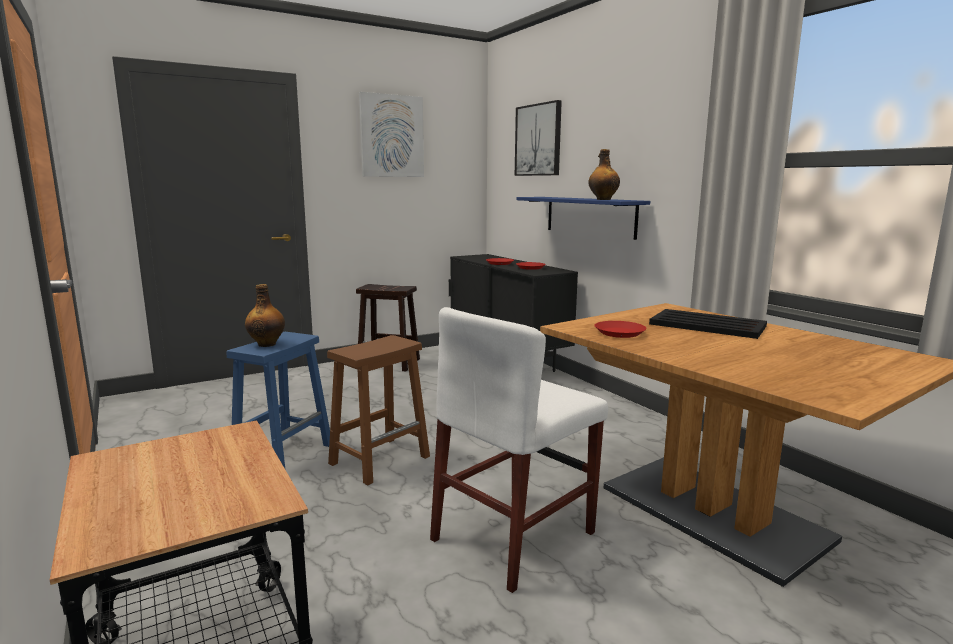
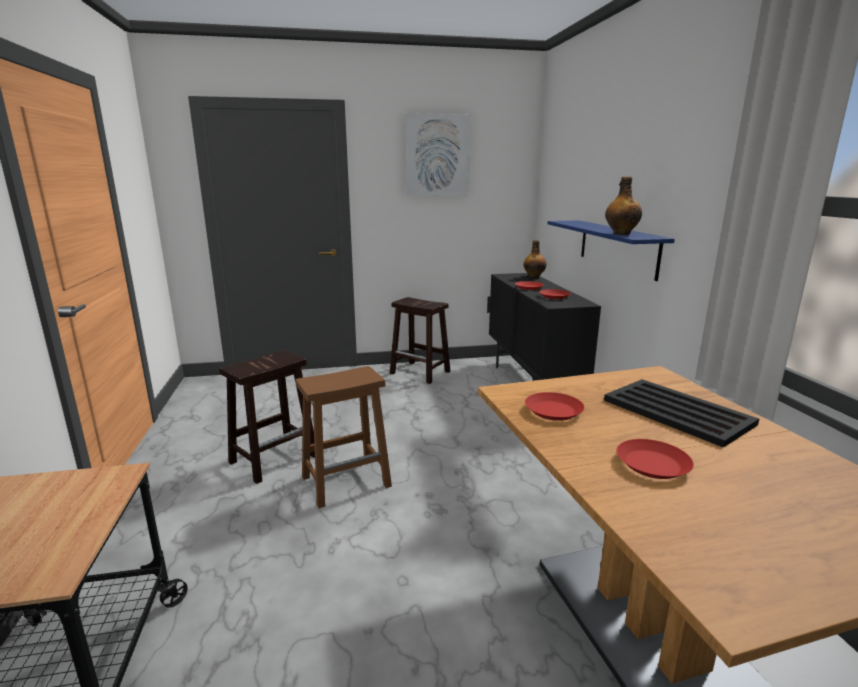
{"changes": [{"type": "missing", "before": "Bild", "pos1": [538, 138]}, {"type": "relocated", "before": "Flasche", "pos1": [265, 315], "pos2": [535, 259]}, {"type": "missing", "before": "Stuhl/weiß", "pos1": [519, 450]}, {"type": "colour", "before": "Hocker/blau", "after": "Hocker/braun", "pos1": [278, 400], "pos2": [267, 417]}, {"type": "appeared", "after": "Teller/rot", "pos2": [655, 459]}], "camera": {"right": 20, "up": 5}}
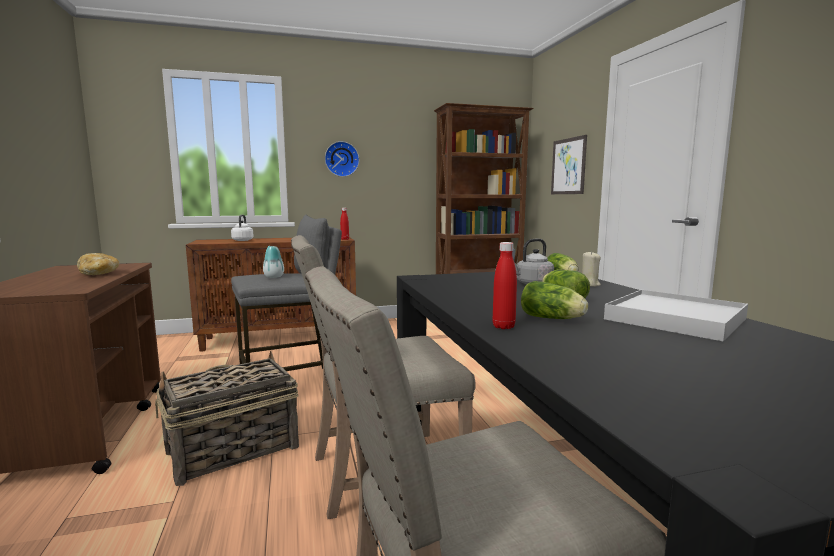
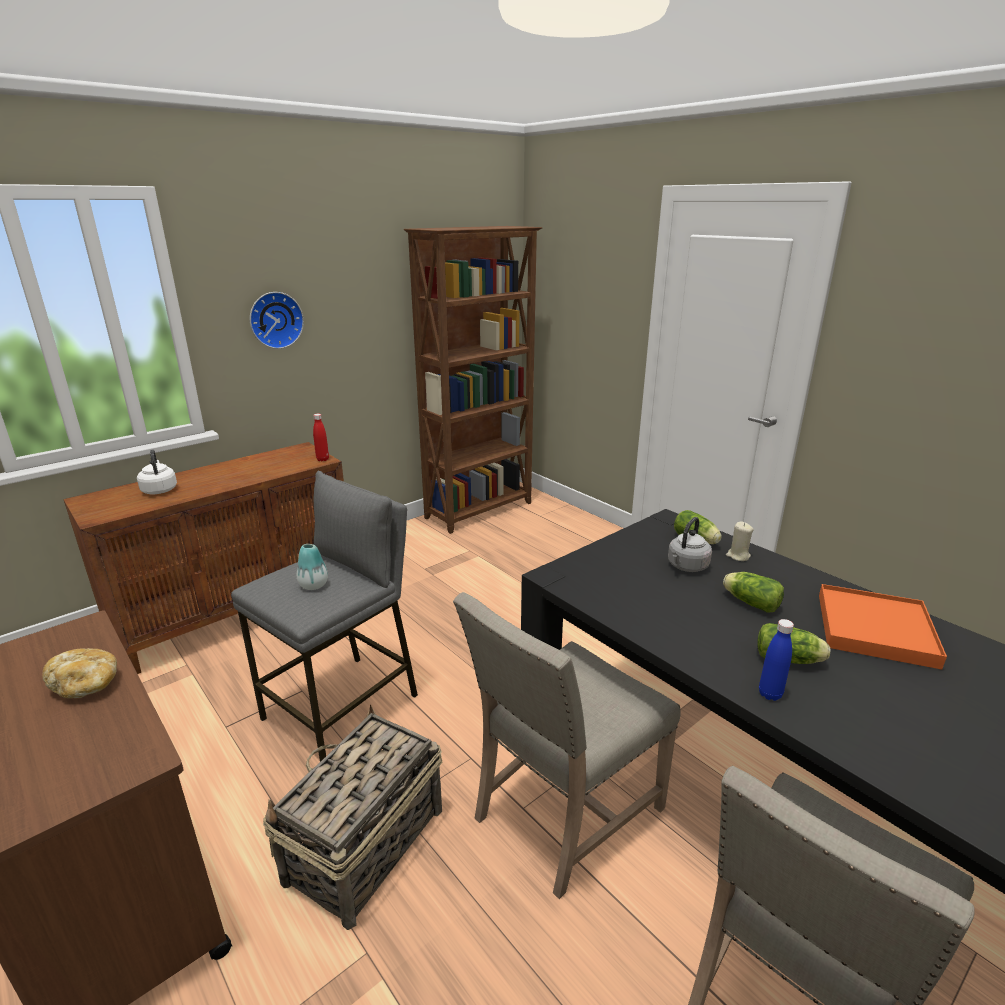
{"changes": [{"type": "missing", "before": "Bild", "pos1": [569, 164]}, {"type": "colour", "before": "Flasche/rot", "after": "Flasche/blau", "pos1": [504, 285], "pos2": [776, 660]}, {"type": "colour", "before": "Tablett/weiß", "after": "Tablett/orange", "pos1": [676, 315], "pos2": [883, 627]}], "camera": {"right": -25, "up": 15}}
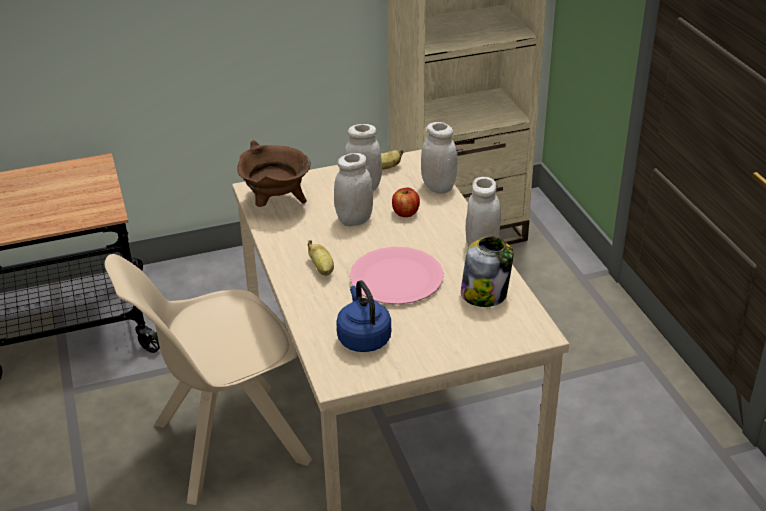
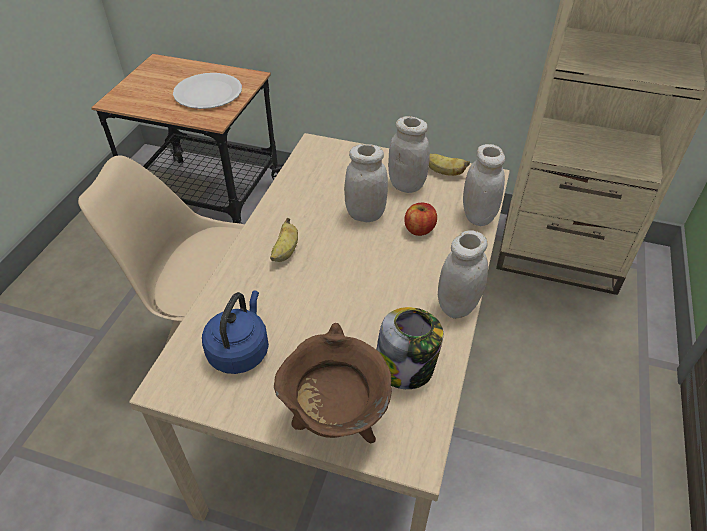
{"changes": [{"type": "relocated", "before": "Kochtopf/braun", "pos1": [274, 173], "pos2": [333, 383]}, {"type": "missing", "before": "Teller/rosa", "pos1": [397, 276]}, {"type": "appeared", "after": "Teller/weiß", "pos2": [207, 91]}], "camera": {"right": 35, "up": 10}}
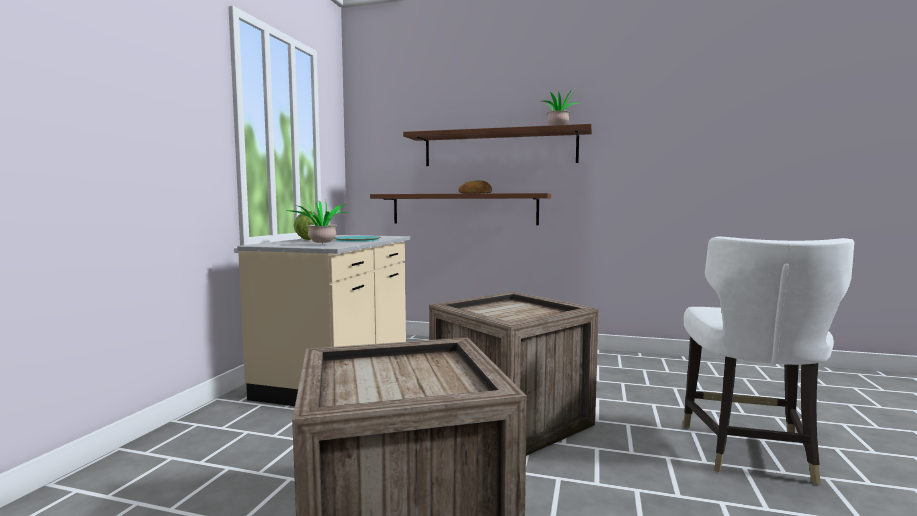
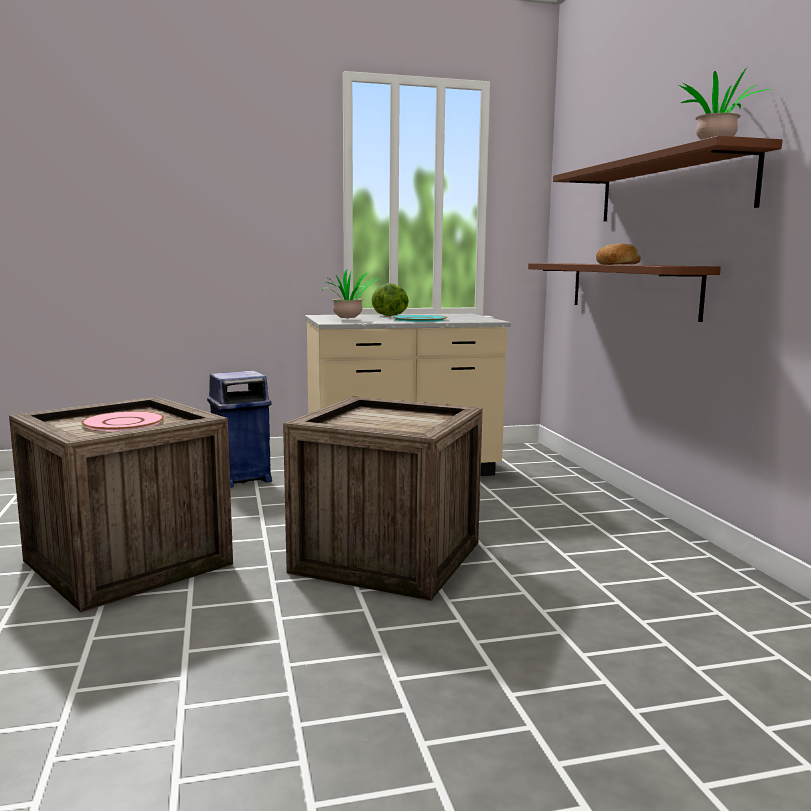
{"changes": [{"type": "missing", "before": "Stuhl/weiß", "pos1": [768, 360]}, {"type": "appeared", "after": "Mülleimer/blau", "pos2": [239, 429]}, {"type": "appeared", "after": "Teller/rosa", "pos2": [122, 421]}], "camera": {"right": 60, "up": 5}}
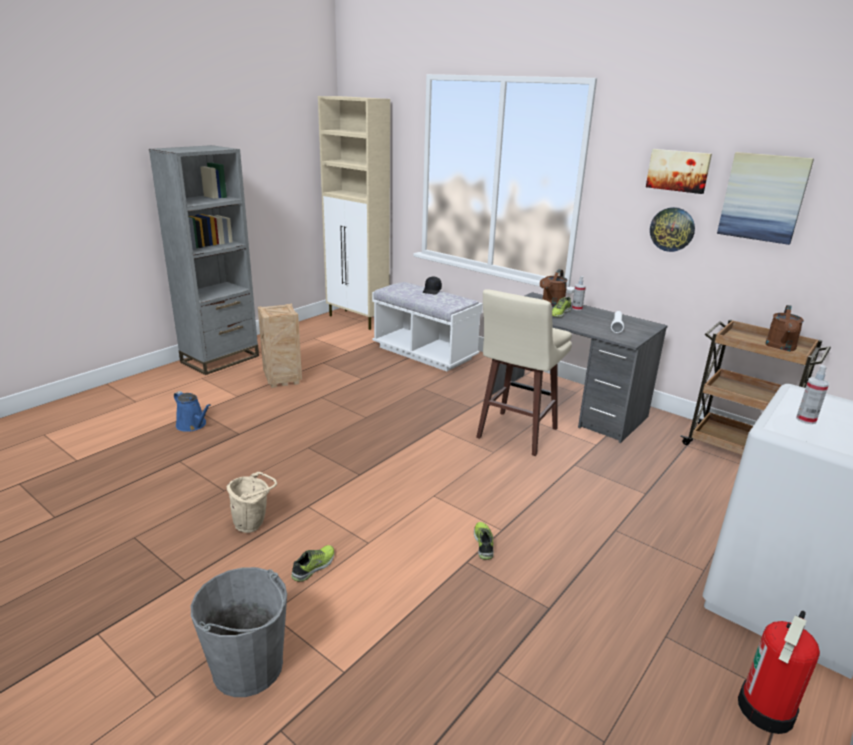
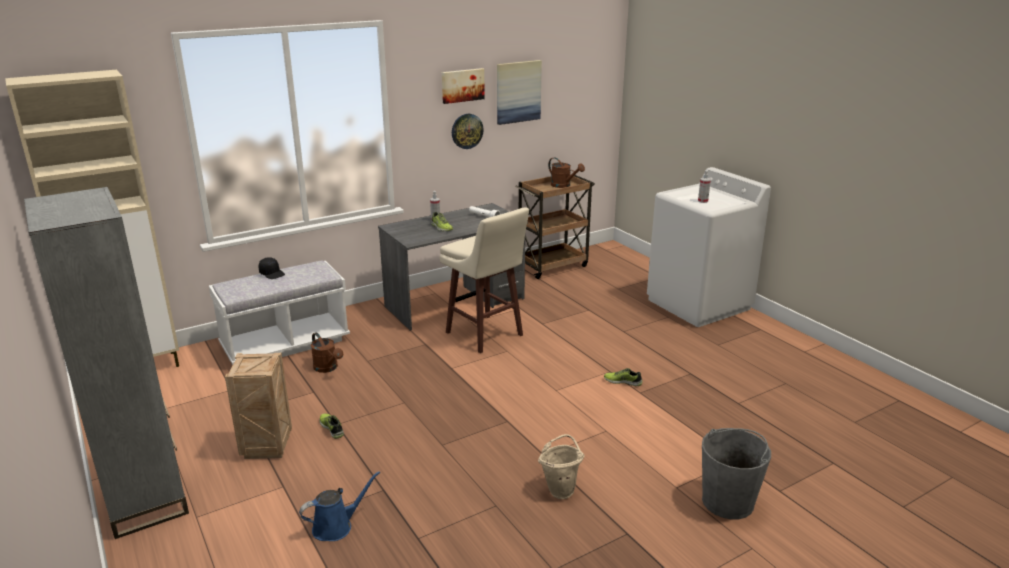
{"changes": [{"type": "relocated", "before": "Gießkanne/braun", "pos1": [554, 288], "pos2": [327, 353]}, {"type": "relocated", "before": "Schuh", "pos1": [313, 563], "pos2": [331, 426]}, {"type": "missing", "before": "Feuerlöscher", "pos1": [779, 672]}], "camera": {"right": -70, "up": 0}}
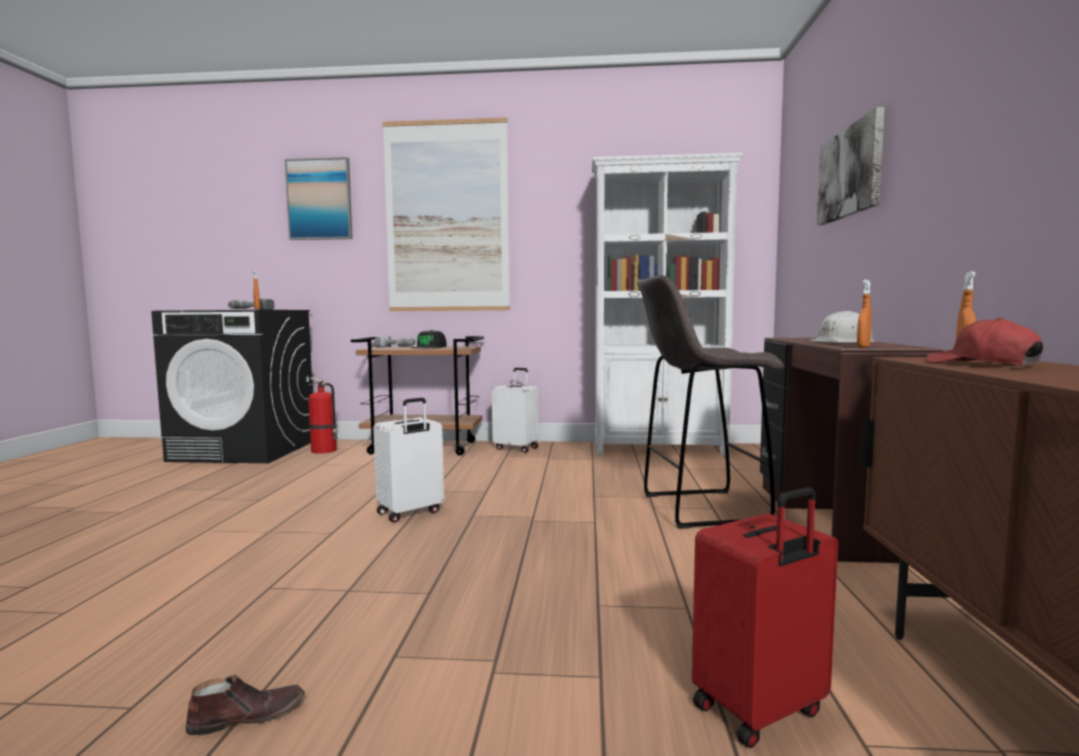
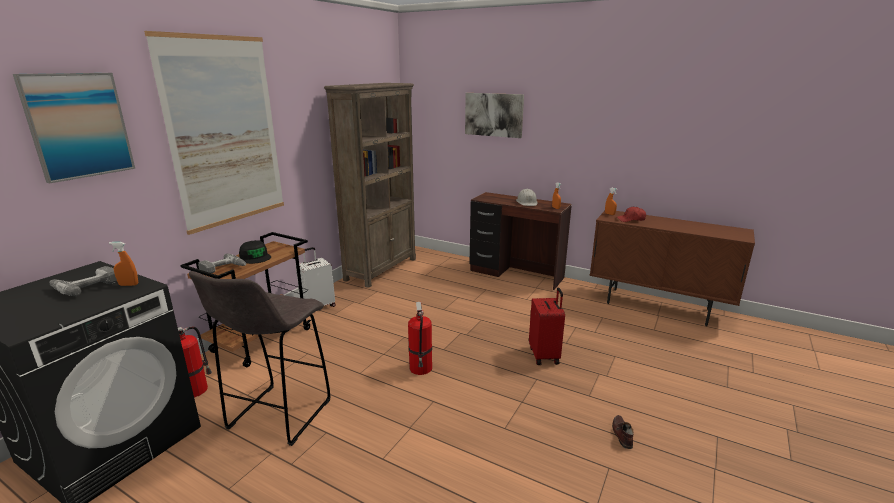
{"changes": [{"type": "colour", "before": "Bücherregal/weiß", "after": "Bücherregal/braun", "pos1": [667, 304], "pos2": [370, 185]}, {"type": "relocated", "before": "Hocker/grau", "pos1": [710, 402], "pos2": [260, 358]}, {"type": "exchanged", "before": "Koffer/weiß", "after": "Feuerlöscher", "pos1": [408, 460], "pos2": [420, 338]}, {"type": "relocated", "before": "Koffer/rot", "pos1": [765, 617], "pos2": [547, 326]}], "camera": {"right": -65, "up": 15}}
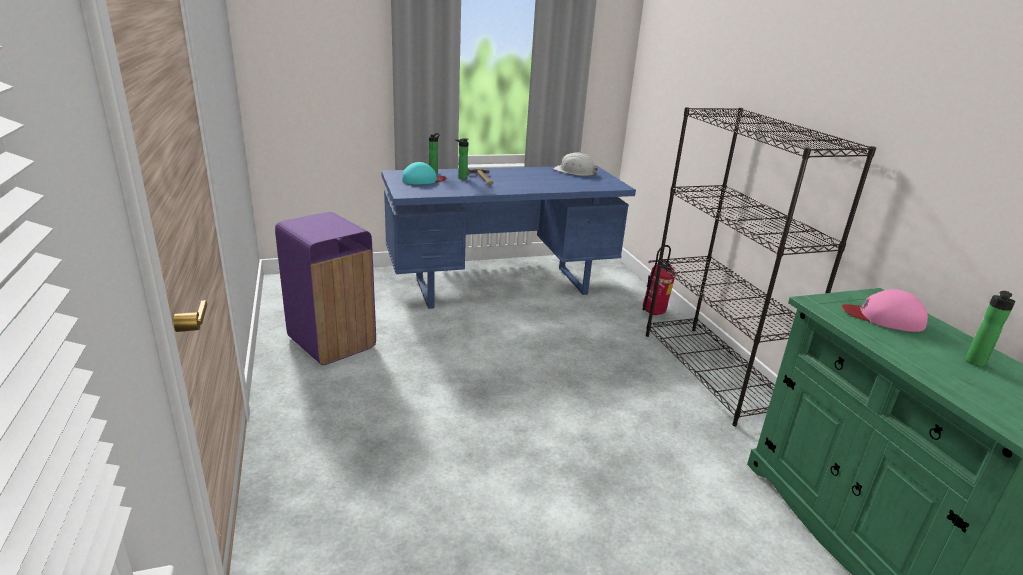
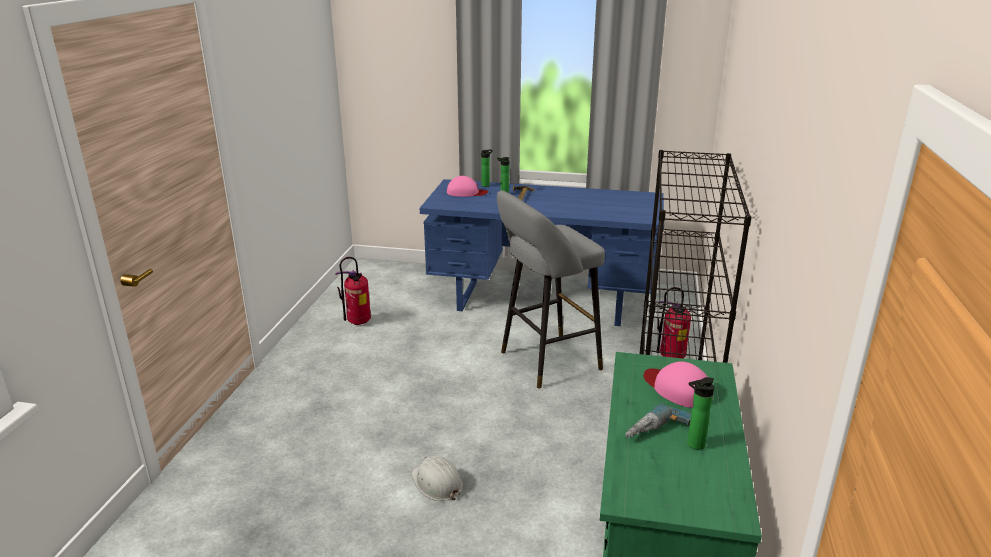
{"changes": [{"type": "relocated", "before": "Schutzhelm/weiß", "pos1": [576, 164], "pos2": [437, 478]}, {"type": "colour", "before": "Kappe/türkis", "after": "Kappe/rosa", "pos1": [424, 173], "pos2": [467, 186]}, {"type": "exchanged", "before": "Mülleimer/lila", "after": "Feuerlöscher", "pos1": [325, 288], "pos2": [353, 291]}, {"type": "appeared", "after": "Hocker/grau", "pos2": [551, 289]}, {"type": "appeared", "after": "Bohrmaschine", "pos2": [658, 420]}], "camera": {"right": 30, "up": 0}}
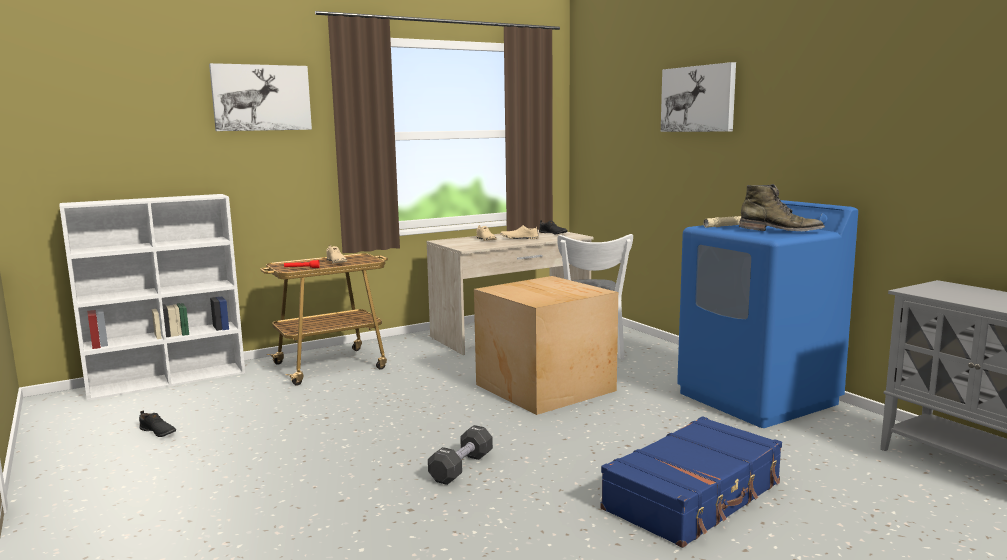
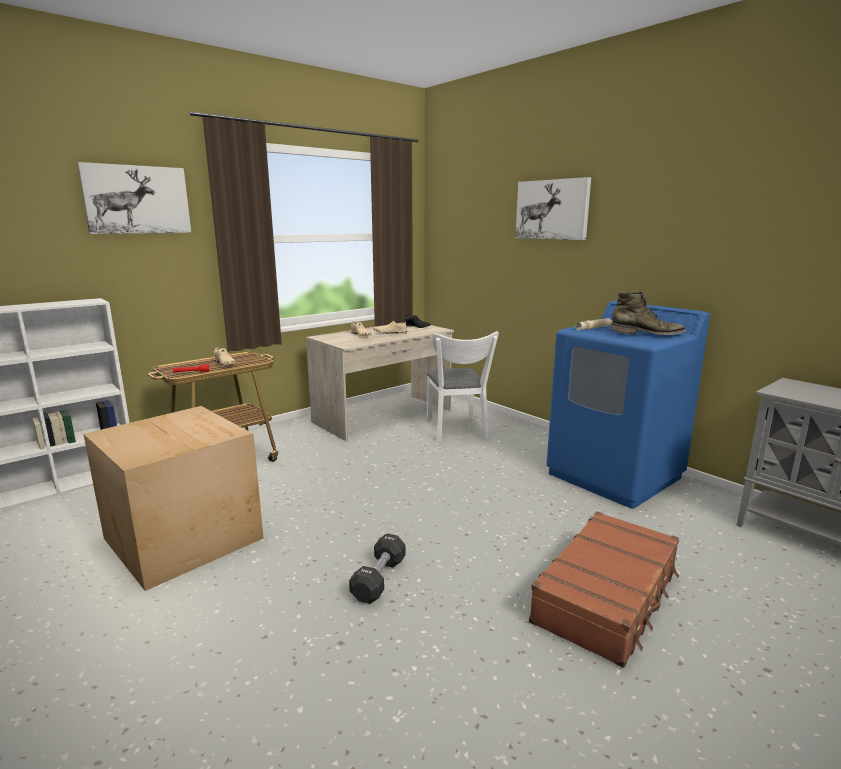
{"changes": [{"type": "relocated", "before": "Karton", "pos1": [546, 345], "pos2": [173, 498]}, {"type": "missing", "before": "Schuh/schwarz", "pos1": [157, 423]}, {"type": "colour", "before": "Koffer/blau", "after": "Koffer/braun", "pos1": [691, 482], "pos2": [604, 589]}], "camera": {"right": -10, "up": 5}}
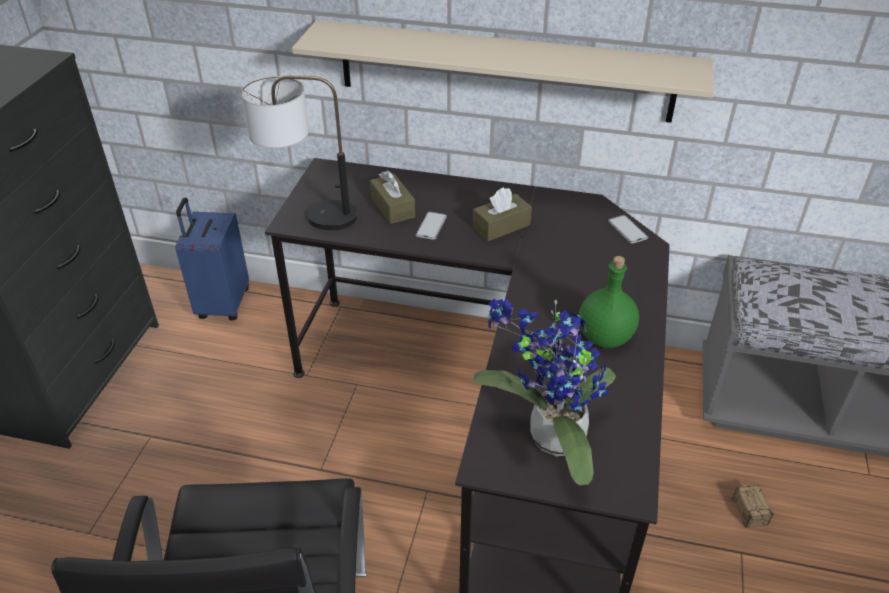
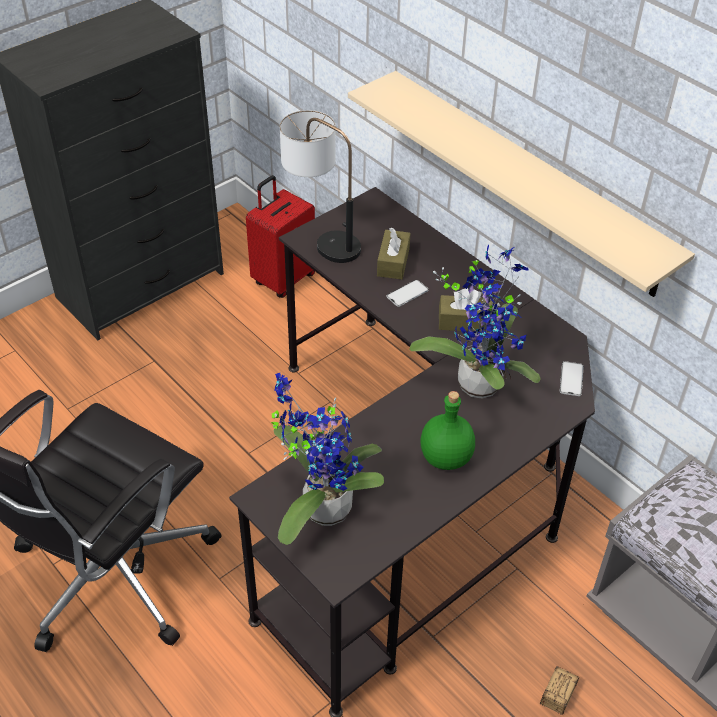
{"changes": [{"type": "colour", "before": "Koffer/blau", "after": "Koffer/rot", "pos1": [212, 258], "pos2": [280, 236]}, {"type": "appeared", "after": "Topfpflanze", "pos2": [475, 322]}], "camera": {"right": 35, "up": 5}}
